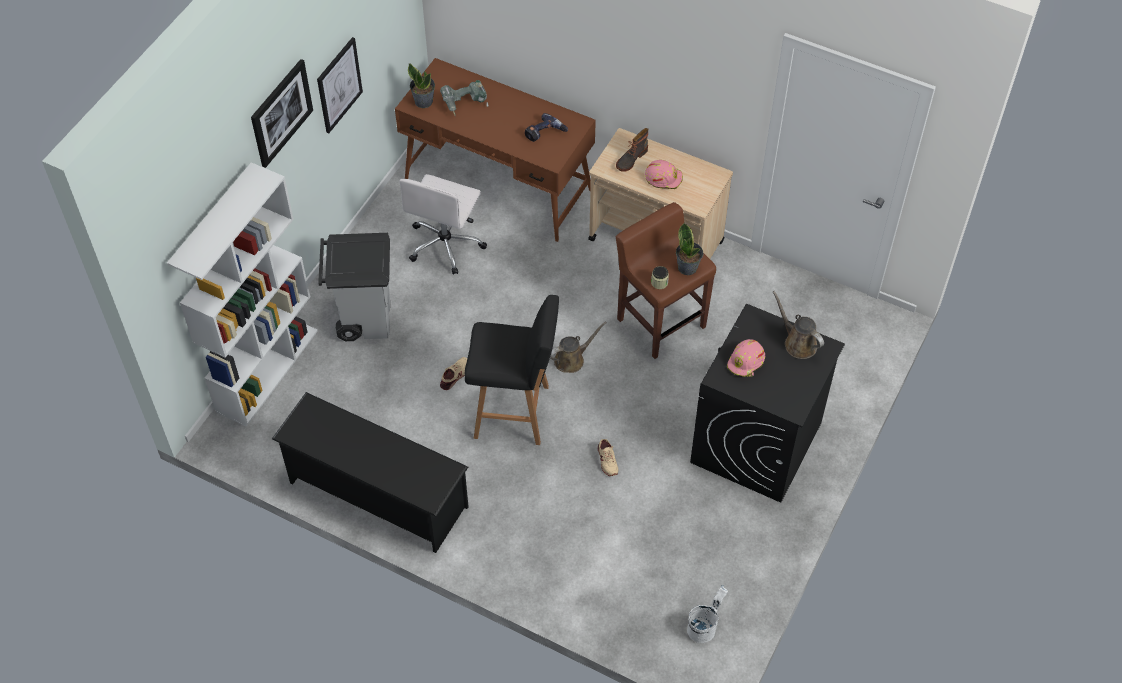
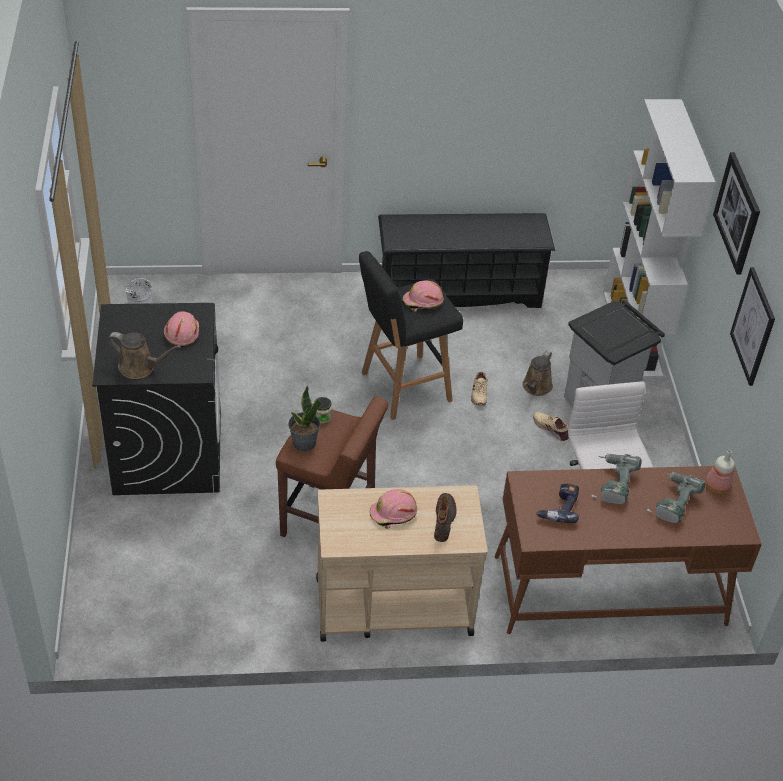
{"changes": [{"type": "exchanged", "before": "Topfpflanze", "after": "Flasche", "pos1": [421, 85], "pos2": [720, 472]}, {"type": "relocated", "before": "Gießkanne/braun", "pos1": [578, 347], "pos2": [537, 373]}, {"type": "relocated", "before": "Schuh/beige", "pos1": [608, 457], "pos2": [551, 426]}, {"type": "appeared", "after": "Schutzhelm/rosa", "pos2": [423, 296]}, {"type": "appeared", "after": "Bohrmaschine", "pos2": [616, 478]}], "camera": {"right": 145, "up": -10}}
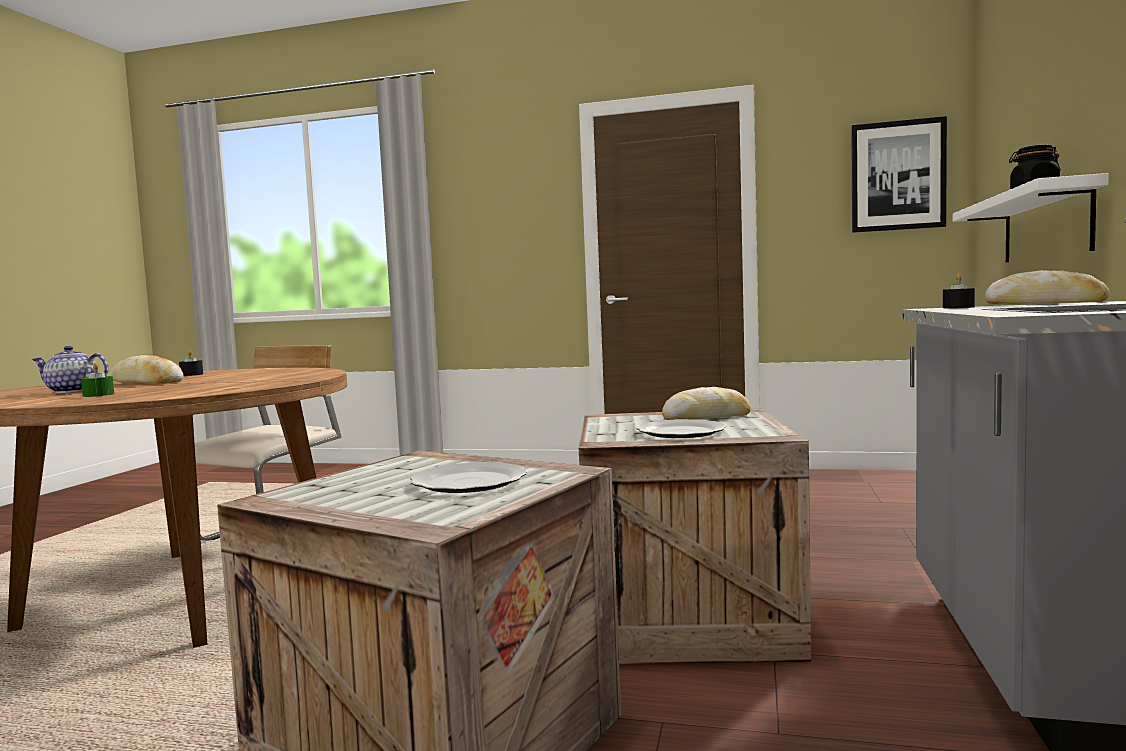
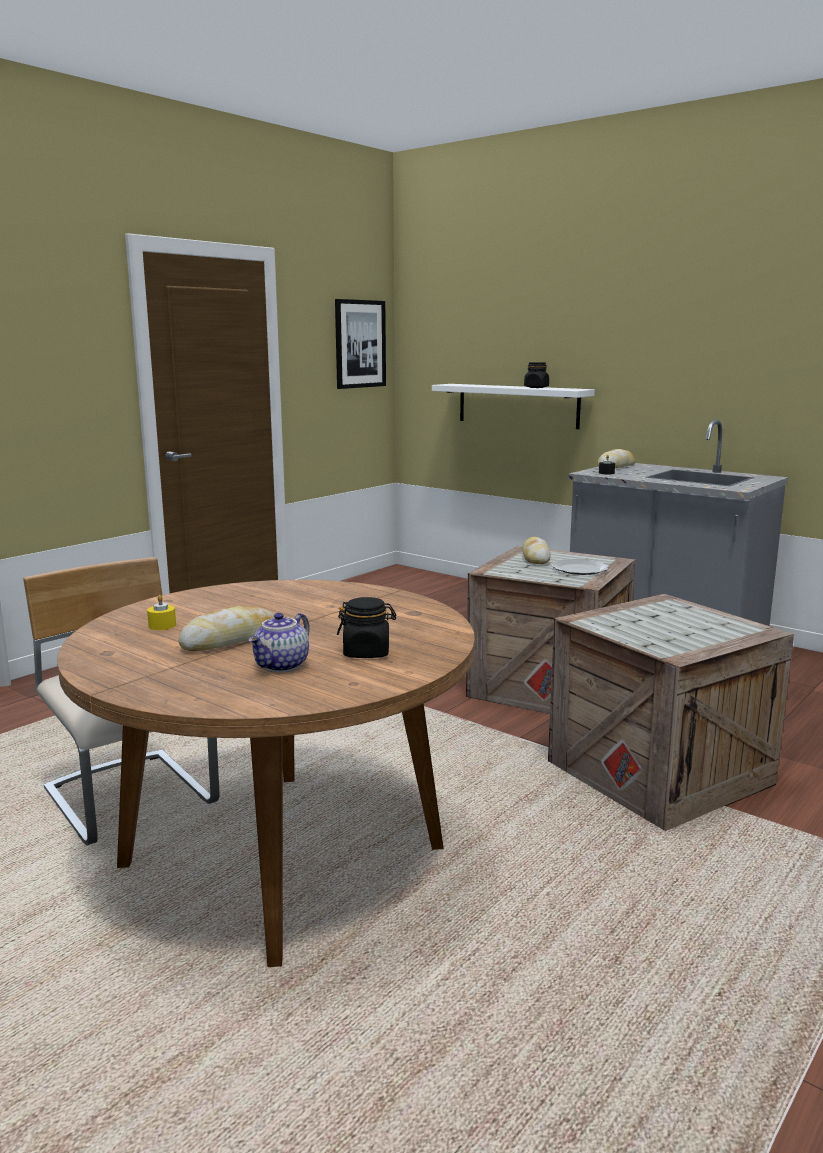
{"changes": [{"type": "colour", "before": "Kerze/schwarz", "after": "Kerze/gelb", "pos1": [191, 363], "pos2": [161, 612]}, {"type": "exchanged", "before": "Kerze/grün", "after": "Vorratsglas/schwarz", "pos1": [97, 380], "pos2": [366, 627]}, {"type": "missing", "before": "Teller", "pos1": [468, 477]}], "camera": {"right": -65, "up": 10}}
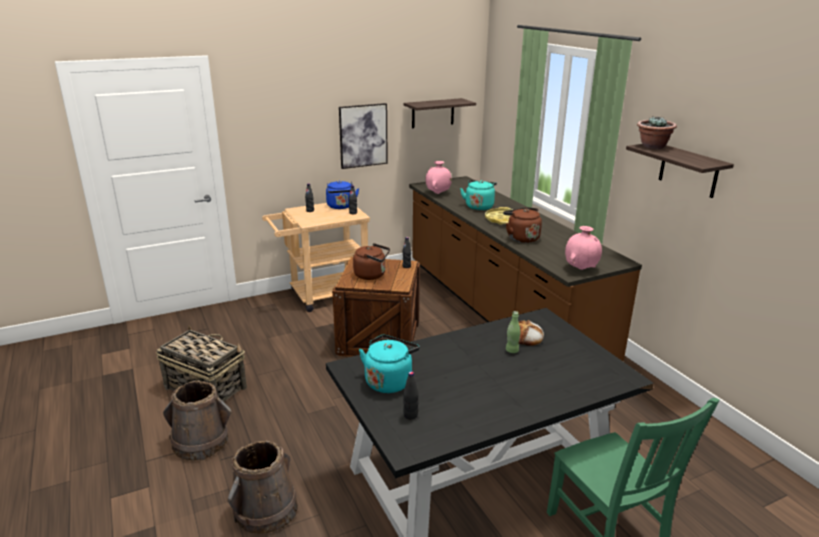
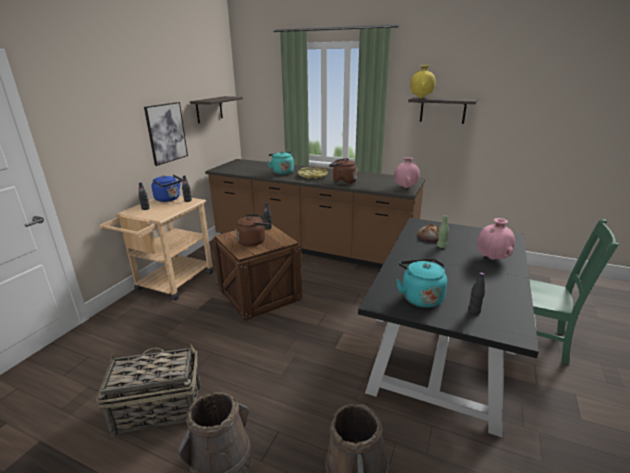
{"changes": [{"type": "exchanged", "before": "Topfpflanze", "after": "Vase/gelb", "pos1": [657, 132], "pos2": [422, 81]}, {"type": "relocated", "before": "Vase/rosa", "pos1": [439, 177], "pos2": [496, 239]}], "camera": {"right": -40, "up": 0}}
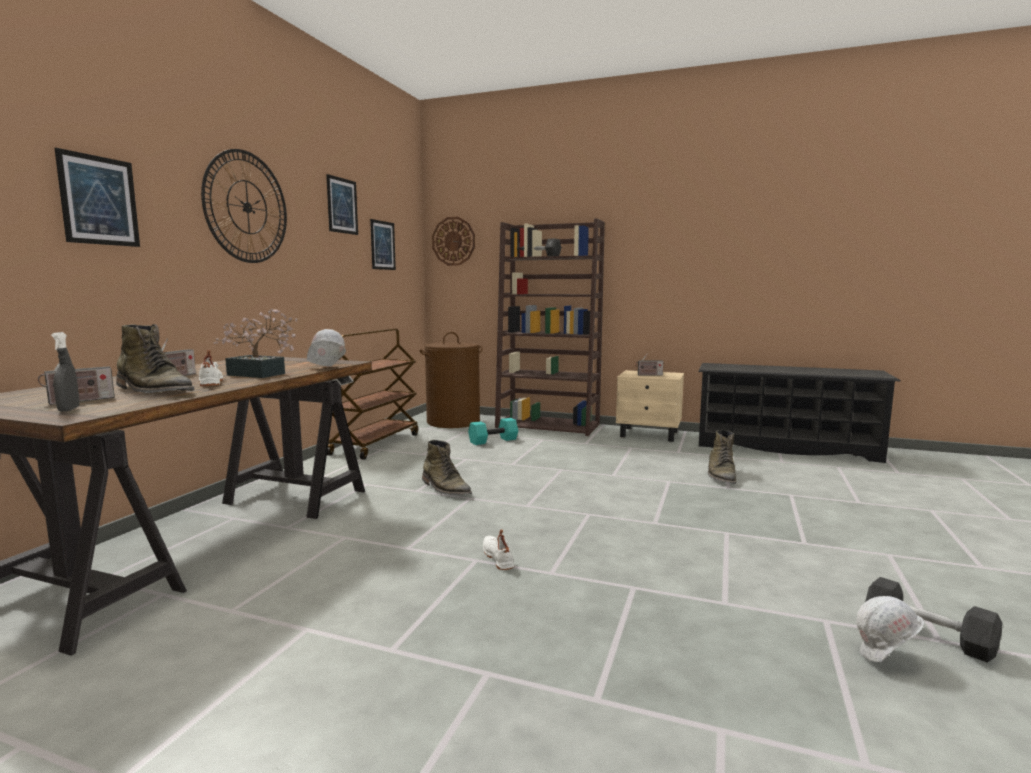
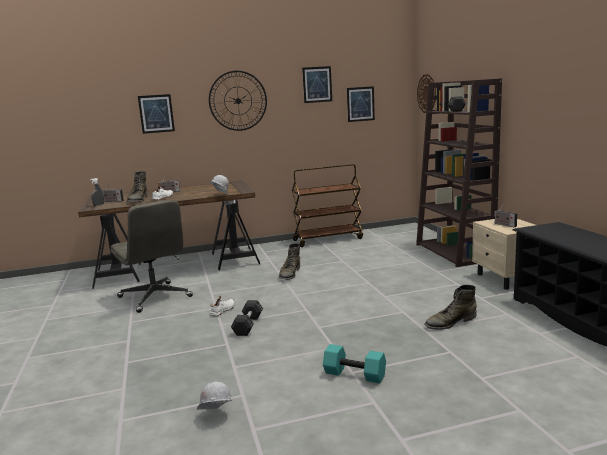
{"changes": [{"type": "missing", "before": "Topfpflanze", "pos1": [255, 343]}, {"type": "missing", "before": "Wäschekorb/braun", "pos1": [451, 380]}, {"type": "relocated", "before": "Hantel/türkis", "pos1": [493, 431], "pos2": [354, 364]}, {"type": "relocated", "before": "Hantel/schwarz", "pos1": [933, 620], "pos2": [247, 318]}, {"type": "appeared", "after": "Bürostuhl/grau", "pos2": [152, 256]}], "camera": {"right": 55, "up": 5}}
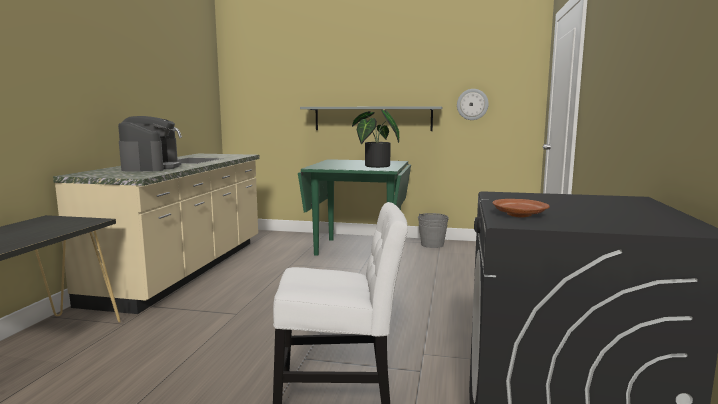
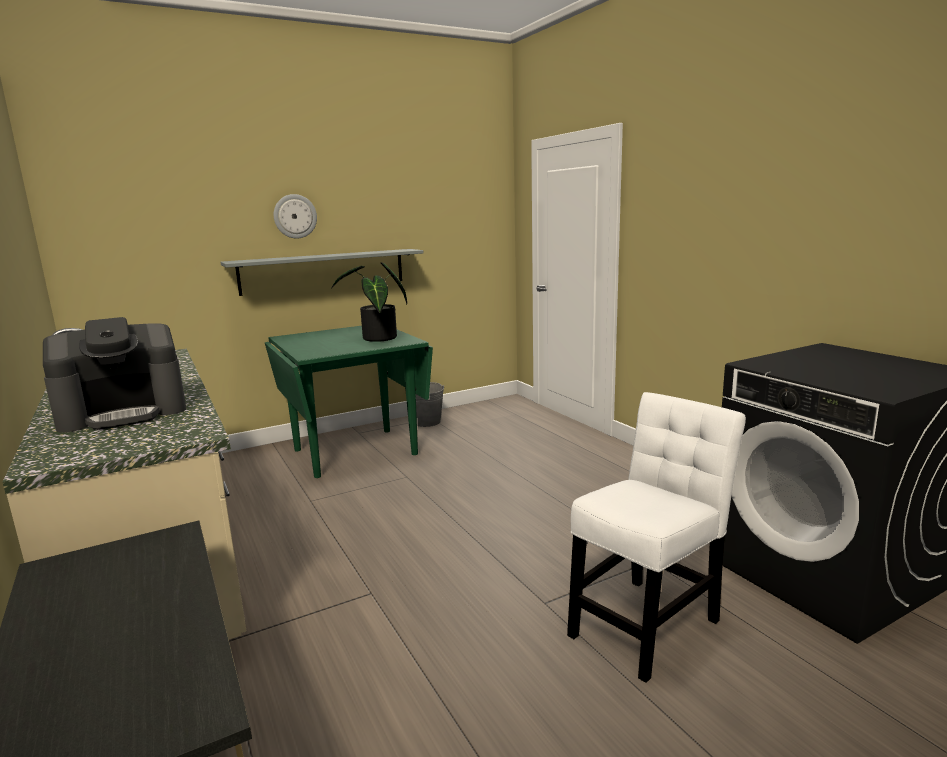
{"changes": [{"type": "relocated", "before": "Wanduhr", "pos1": [473, 104], "pos2": [295, 216]}, {"type": "spun", "before": "Kaffeemaschine", "pos1": [149, 144], "pos2": [114, 374], "turn": 105}, {"type": "missing", "before": "Teller/braun", "pos1": [521, 208]}], "camera": {"right": -40, "up": 5}}
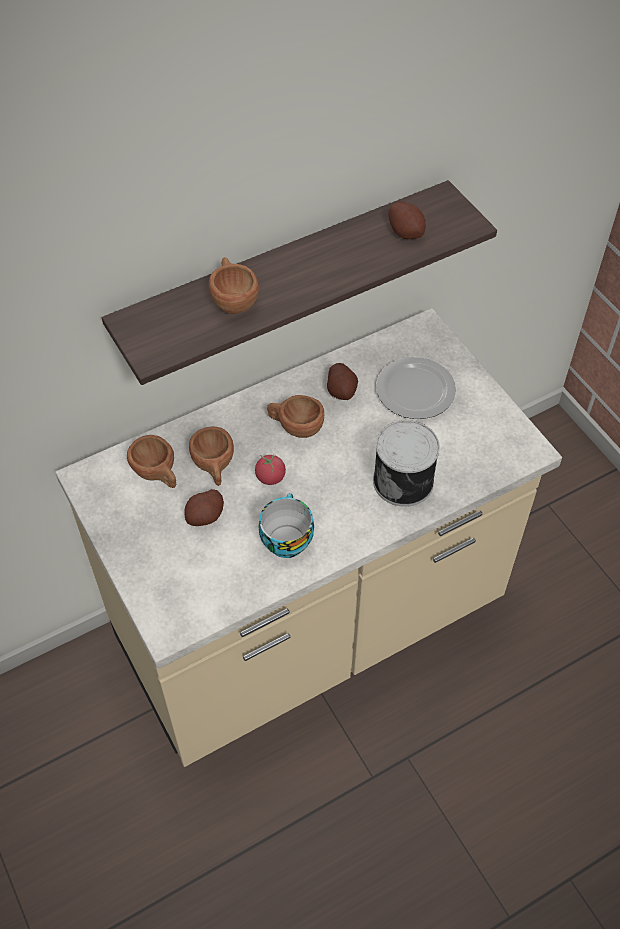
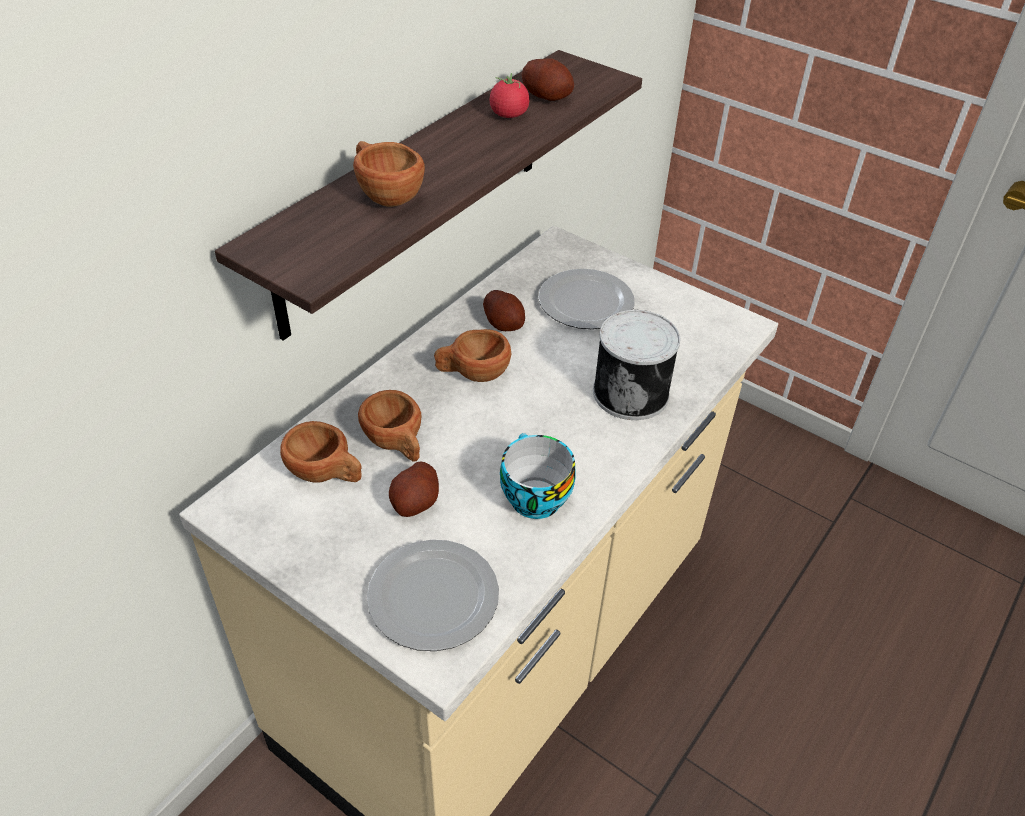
{"changes": [{"type": "relocated", "before": "Tomate", "pos1": [270, 469], "pos2": [509, 95]}, {"type": "appeared", "after": "Teller", "pos2": [433, 595]}], "camera": {"right": -25, "up": -10}}
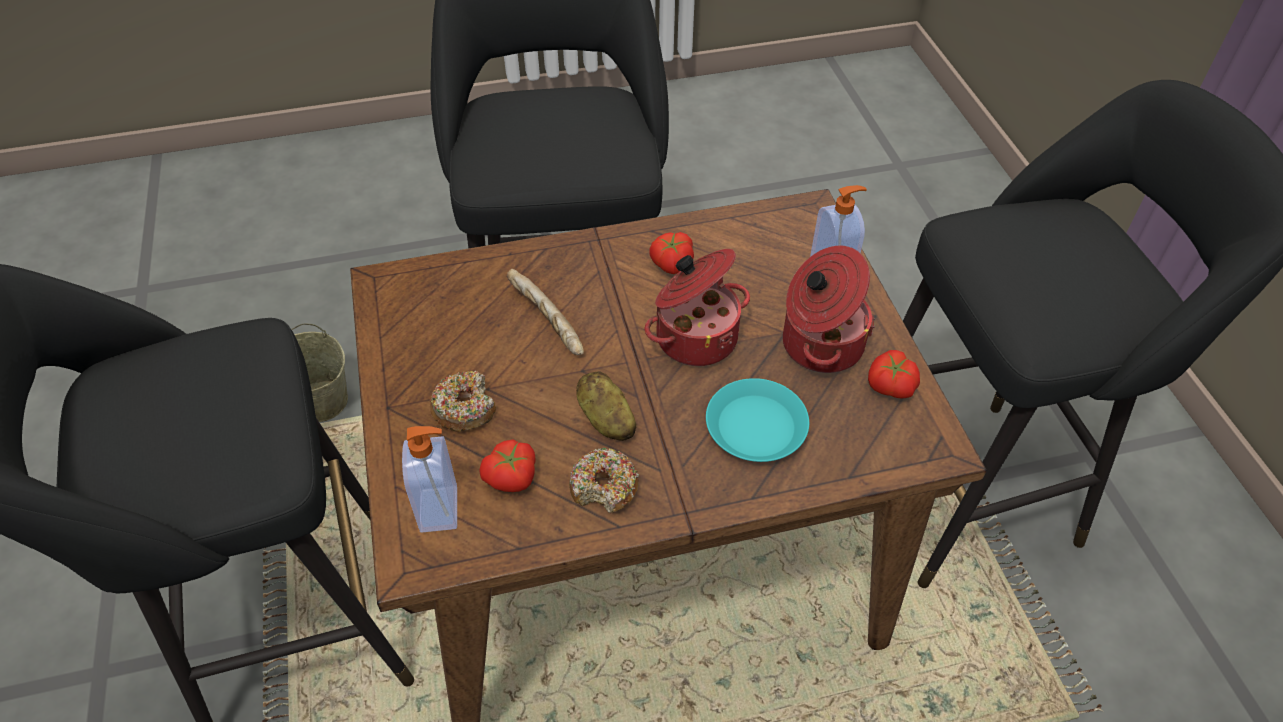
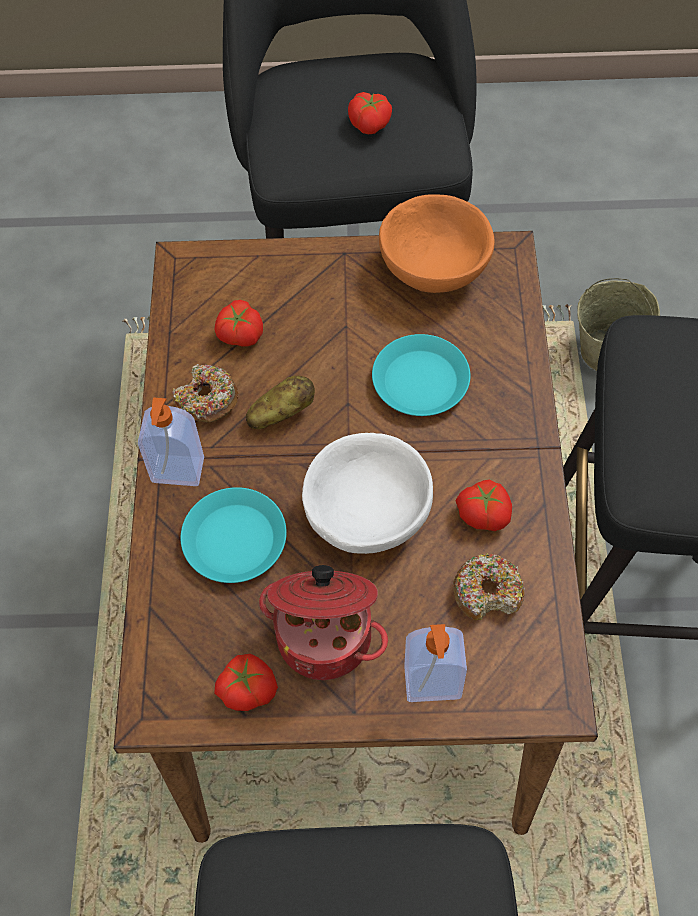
{"changes": [{"type": "exchanged", "before": "Kochtopf", "after": "Schüssel/weiß", "pos1": [697, 307], "pos2": [367, 493]}, {"type": "exchanged", "before": "Brot", "after": "Teller/türkis", "pos1": [545, 312], "pos2": [421, 375]}, {"type": "relocated", "before": "Donut", "pos1": [463, 401], "pos2": [489, 587]}, {"type": "relocated", "before": "Seifenspender", "pos1": [429, 479], "pos2": [171, 441]}, {"type": "appeared", "after": "Tomate", "pos2": [370, 113]}, {"type": "appeared", "after": "Schüssel/orange", "pos2": [437, 243]}], "camera": {"right": 105, "up": 10}}
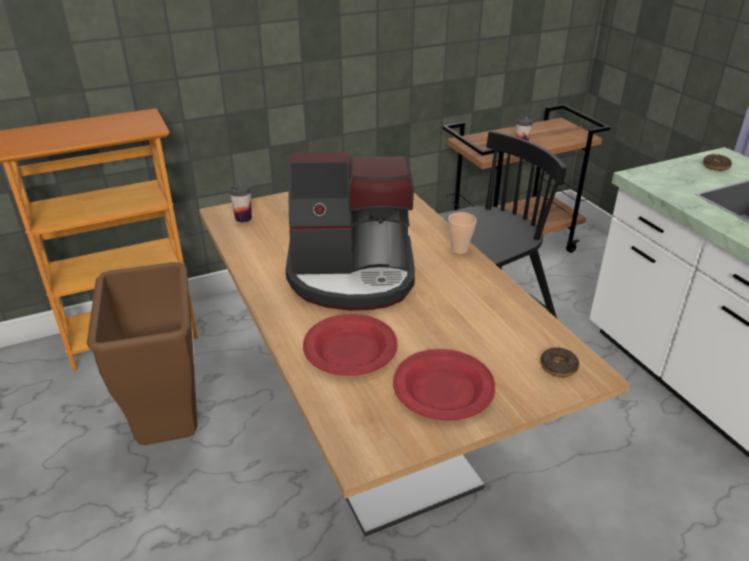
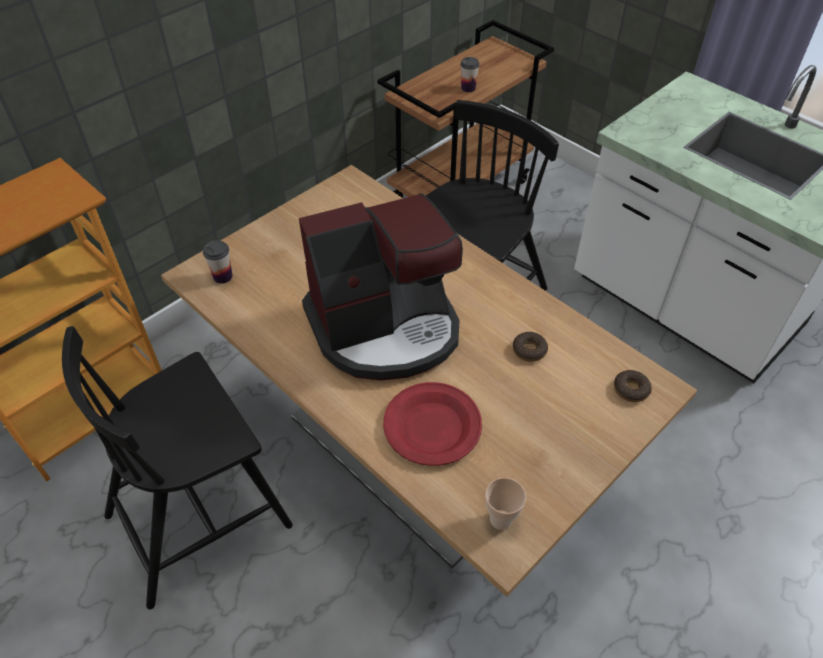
{"changes": [{"type": "relocated", "before": "Donut", "pos1": [717, 162], "pos2": [530, 346]}, {"type": "relocated", "before": "Tasse", "pos1": [462, 233], "pos2": [505, 504]}, {"type": "exchanged", "before": "Mülleimer/braun", "after": "Stuhl/schwarz", "pos1": [142, 353], "pos2": [177, 467]}, {"type": "missing", "before": "Teller/rot", "pos1": [444, 385]}], "camera": {"right": -20, "up": 15}}
